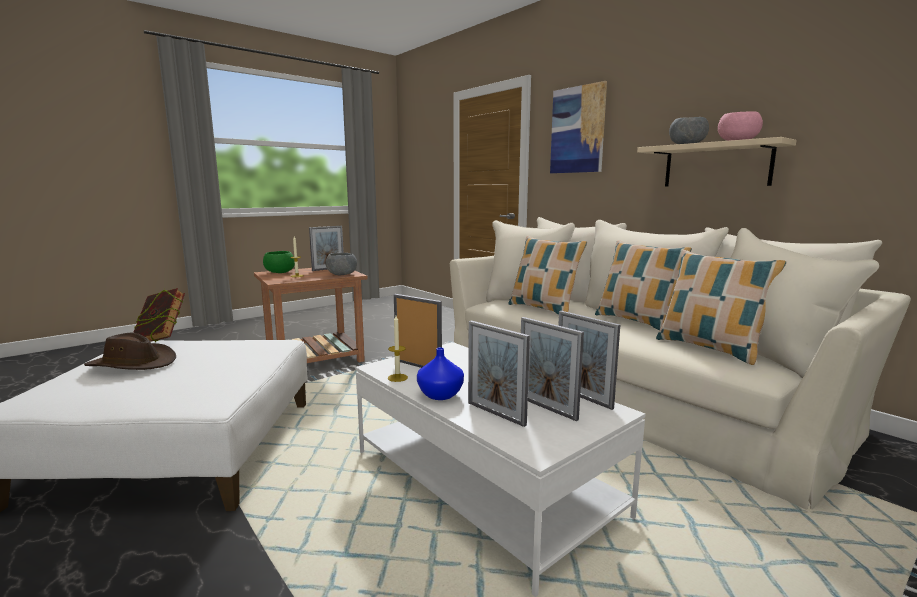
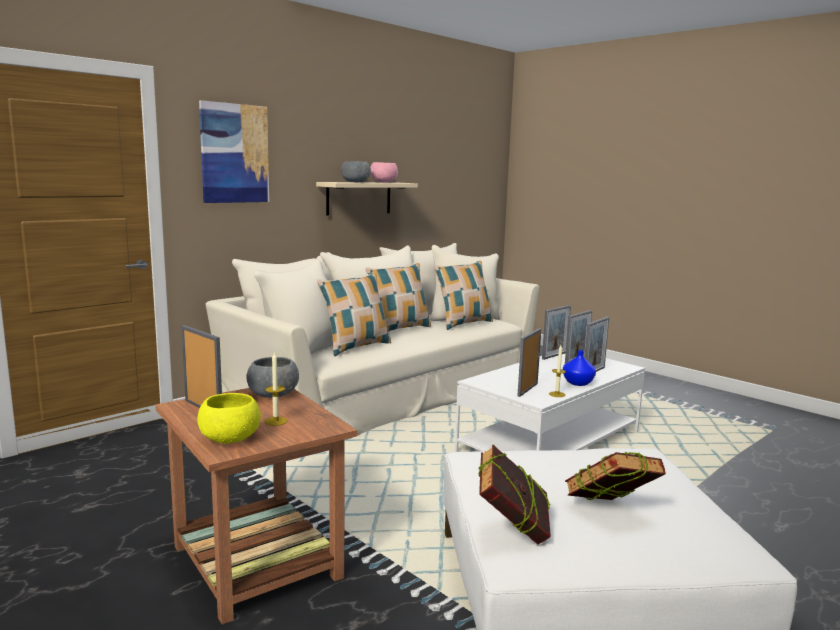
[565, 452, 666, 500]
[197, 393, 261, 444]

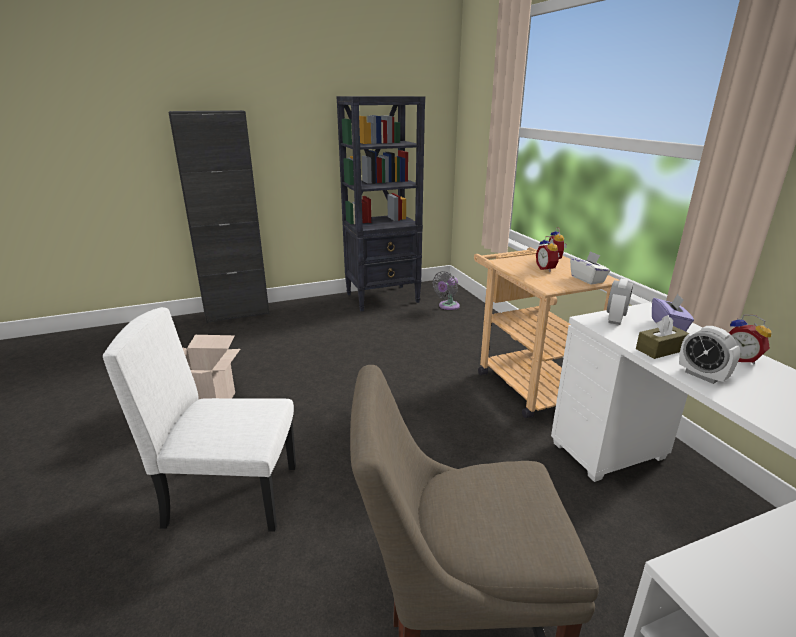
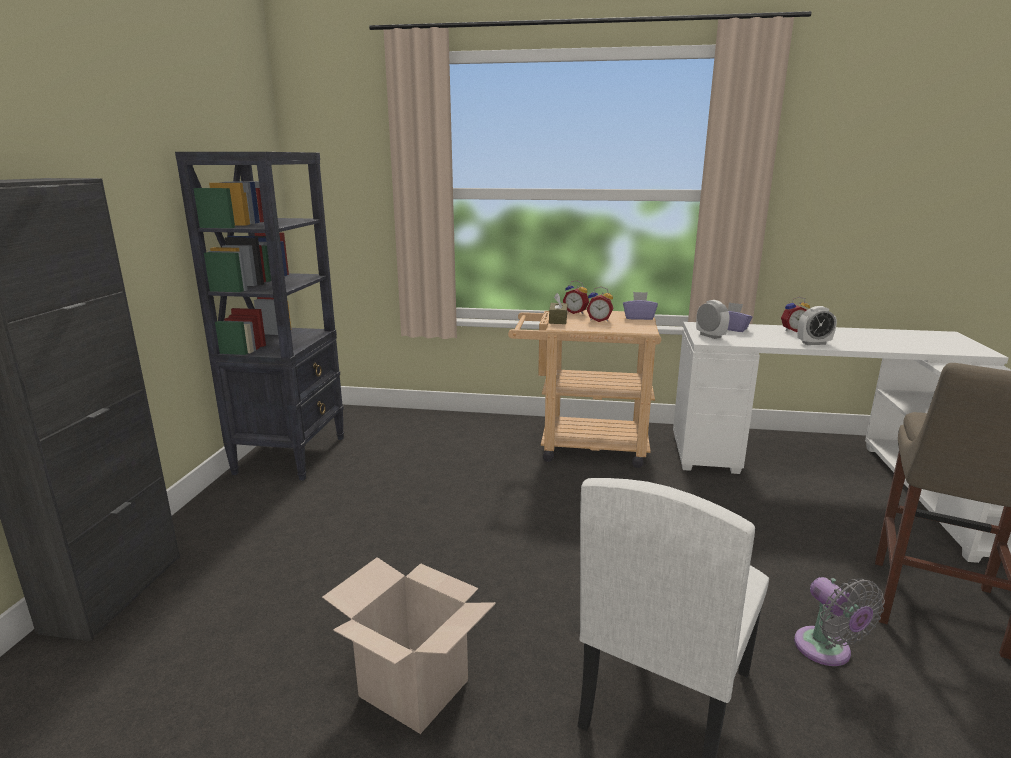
[794, 577, 885, 666]
[549, 293, 567, 324]
[623, 292, 658, 320]

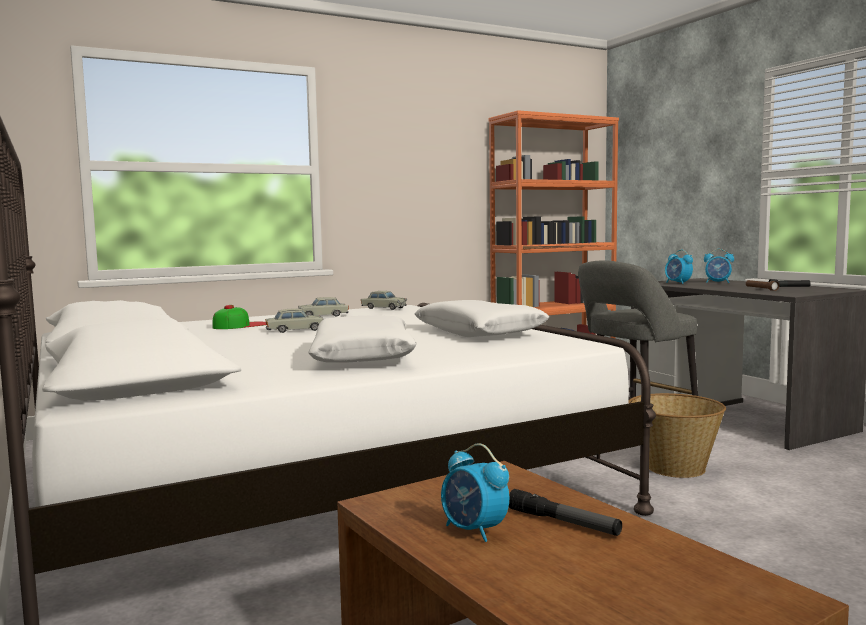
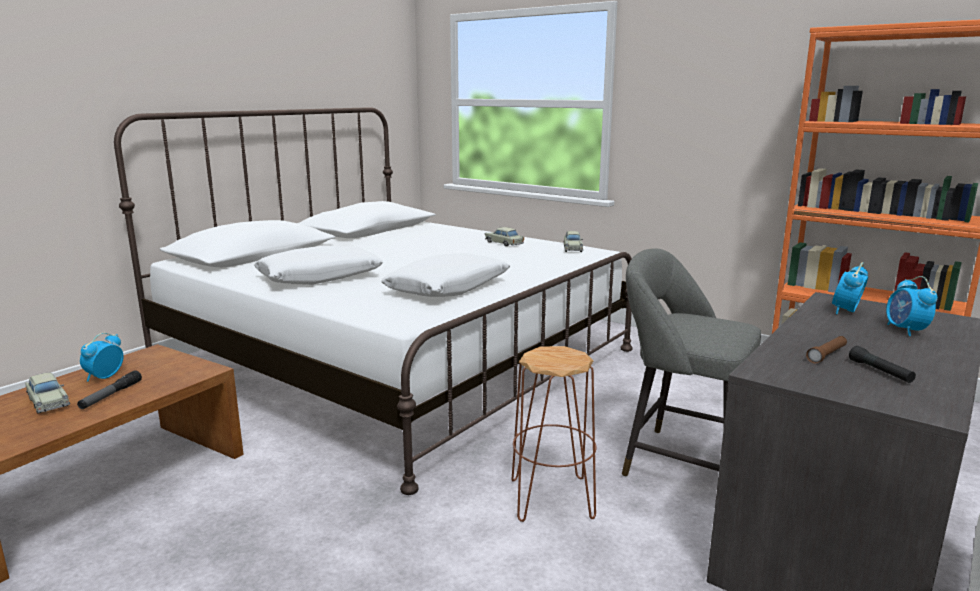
[212, 305, 267, 329] (first image)
[25, 372, 70, 413]
[511, 346, 597, 522]

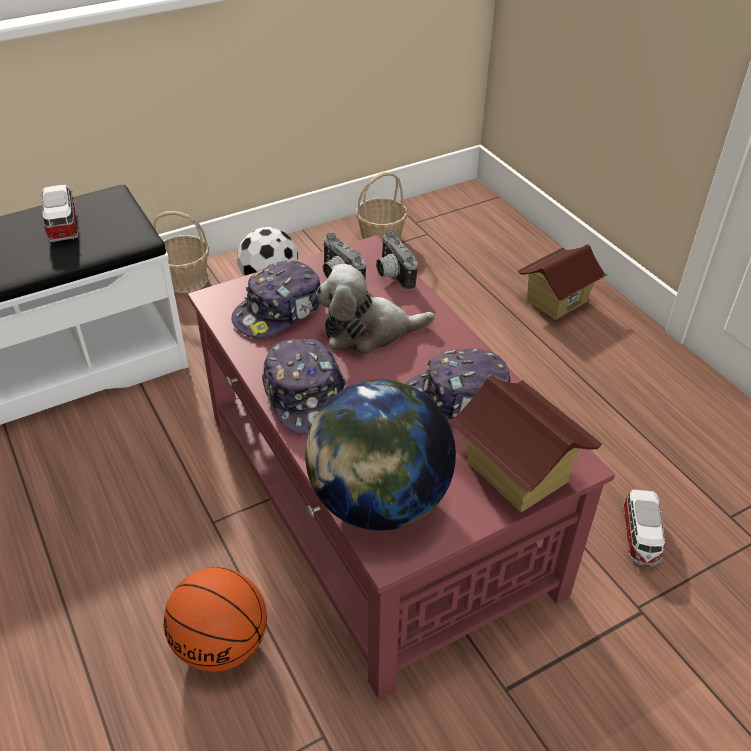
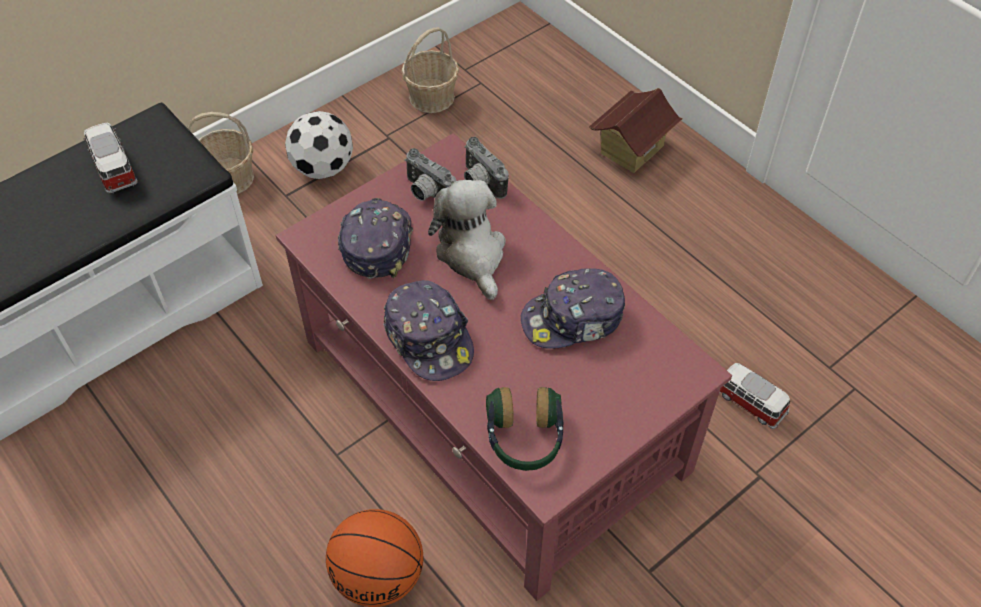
[448, 375, 602, 512] (first image)
[486, 387, 563, 471]
[338, 198, 413, 279]
[428, 180, 505, 300]
[719, 363, 790, 429]

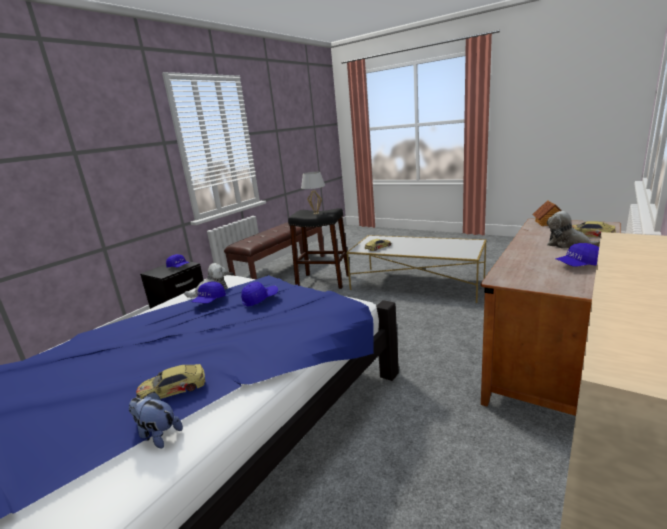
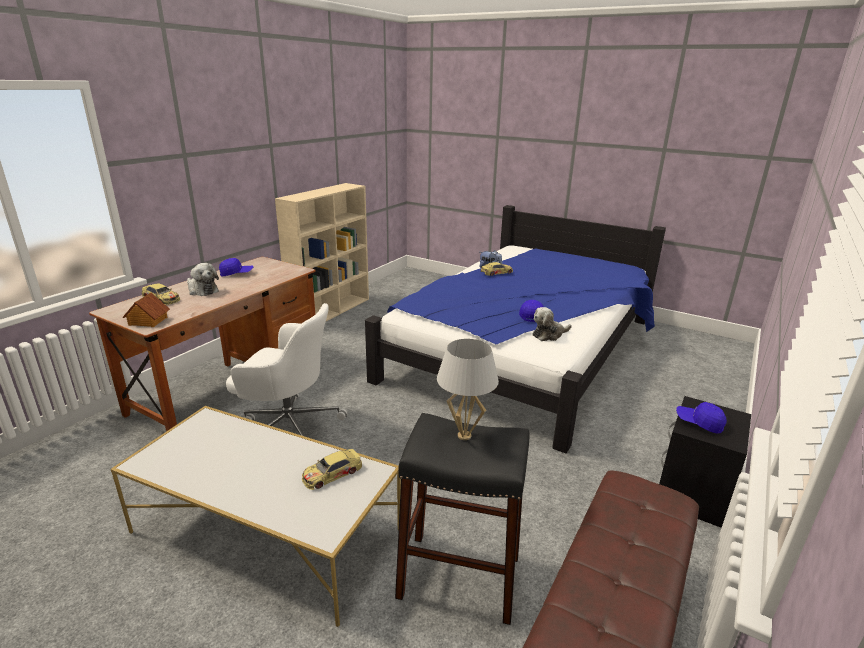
[241, 282, 278, 307] (first image)
[226, 303, 347, 436]

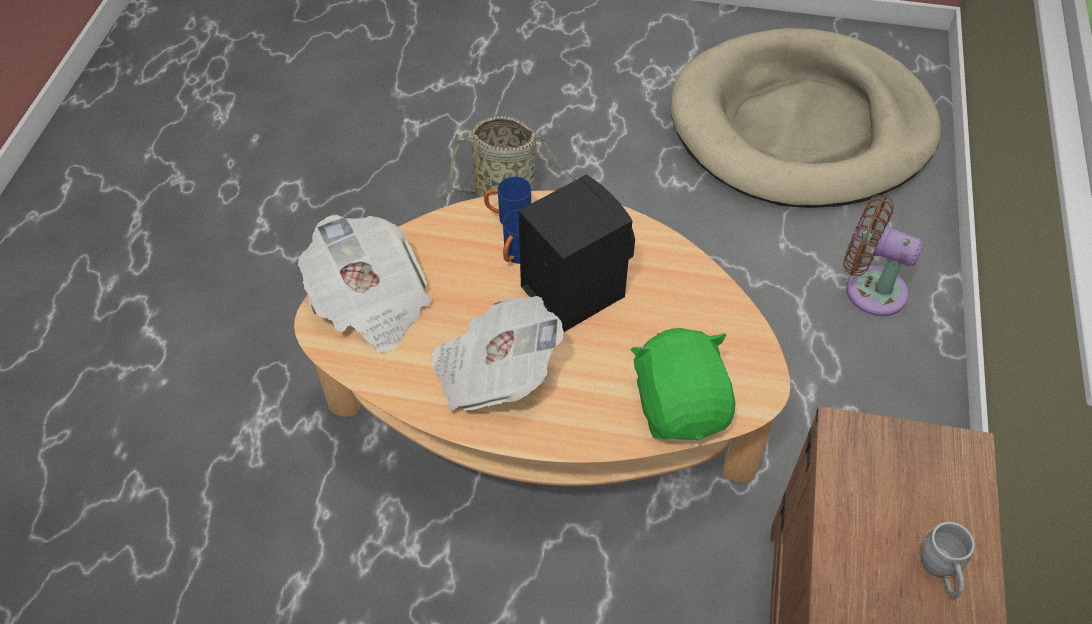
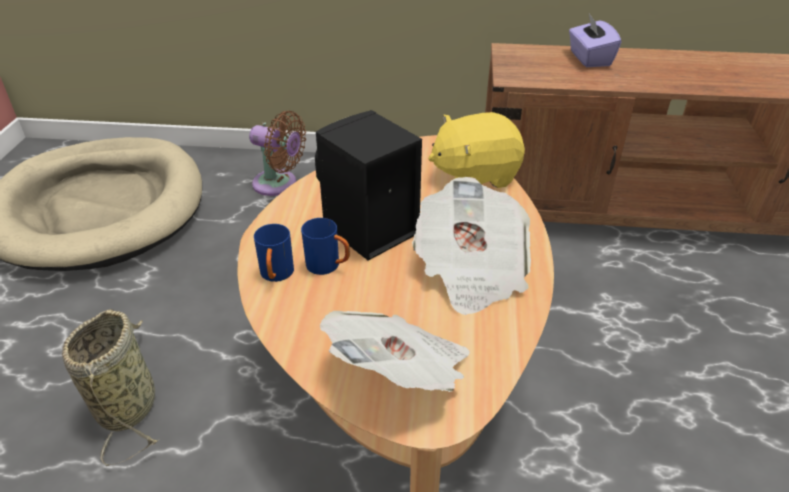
[569, 14, 621, 67]
[428, 112, 525, 188]
[249, 111, 306, 196]

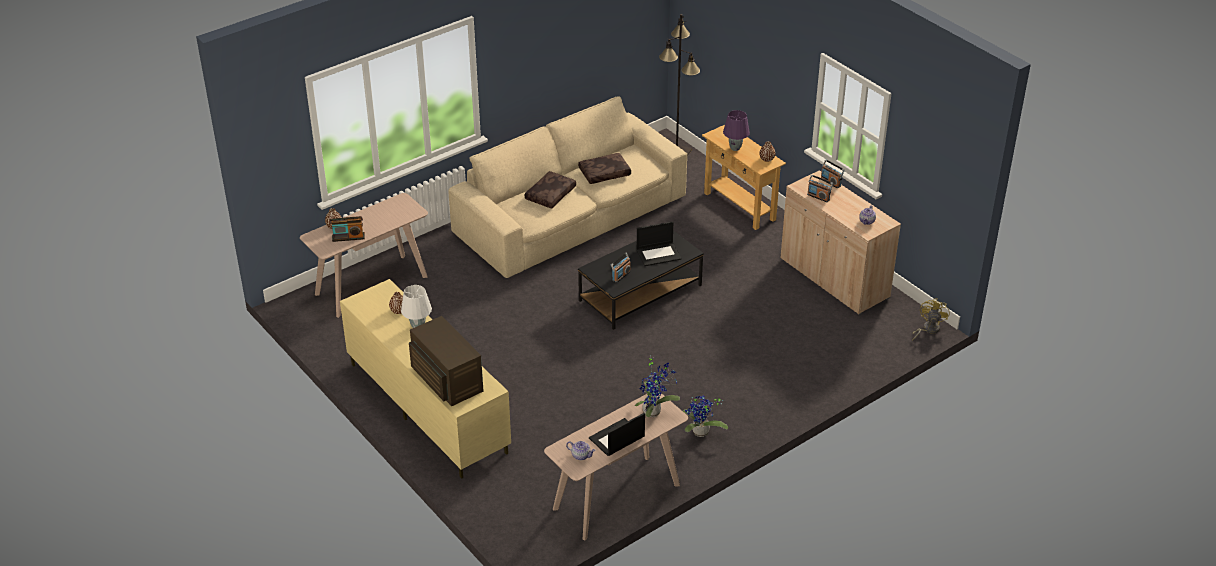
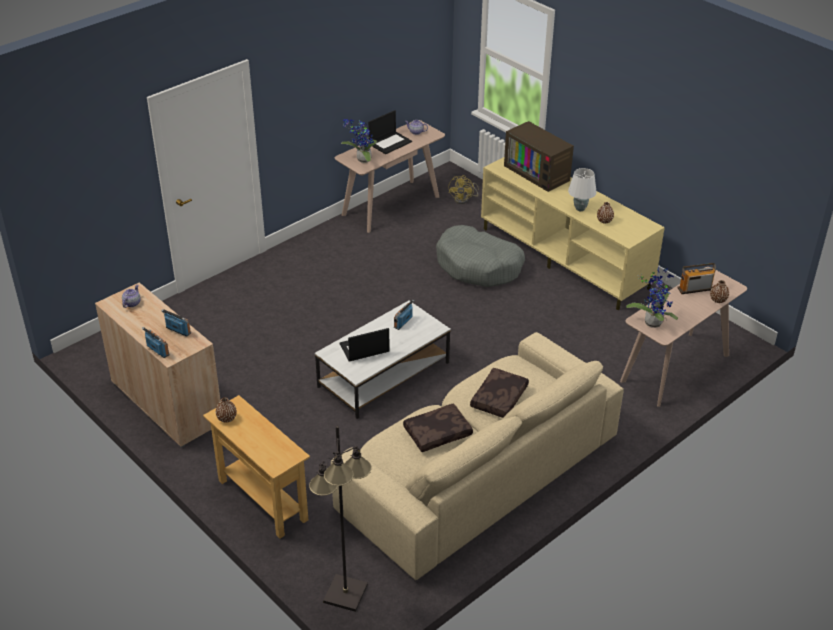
[723, 110, 750, 151] (first image)
[436, 225, 525, 287]
[626, 266, 678, 328]
[448, 175, 479, 204]
[315, 301, 451, 419]

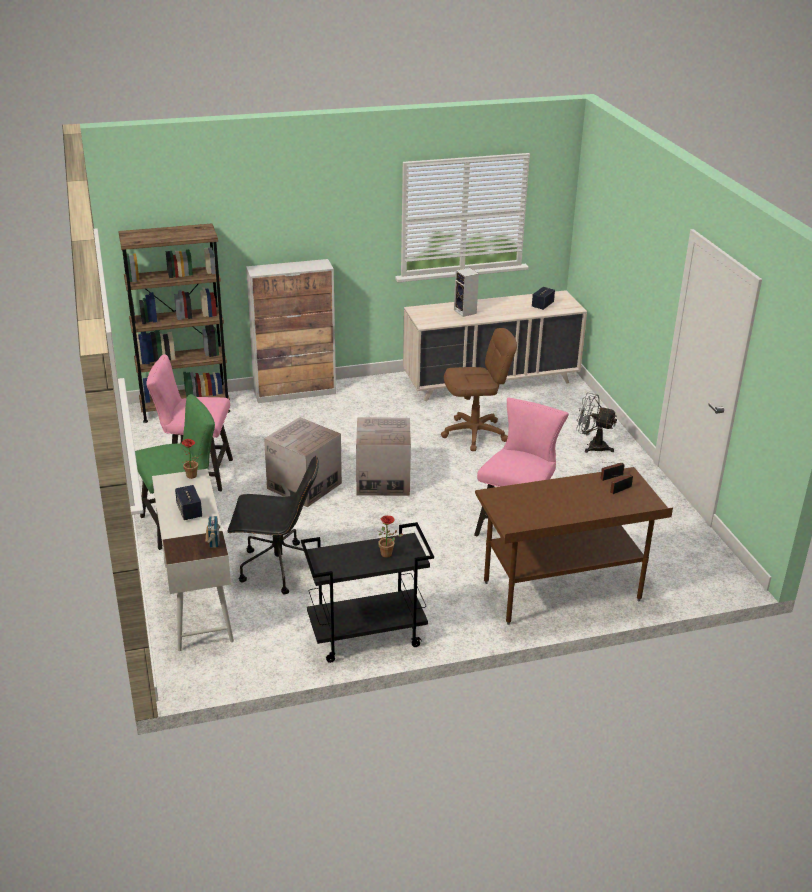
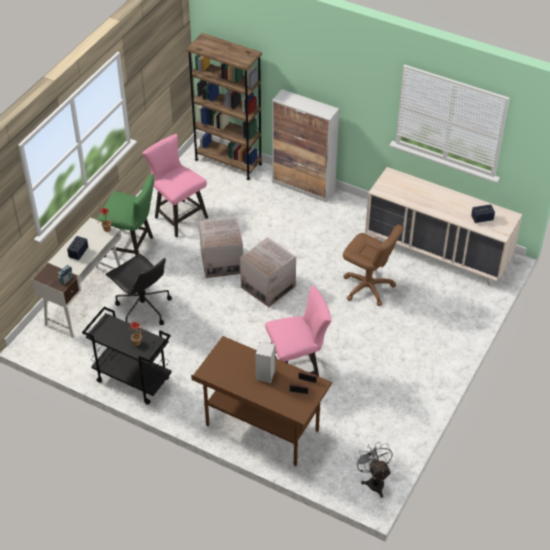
[255, 341, 276, 383]
[354, 442, 393, 498]

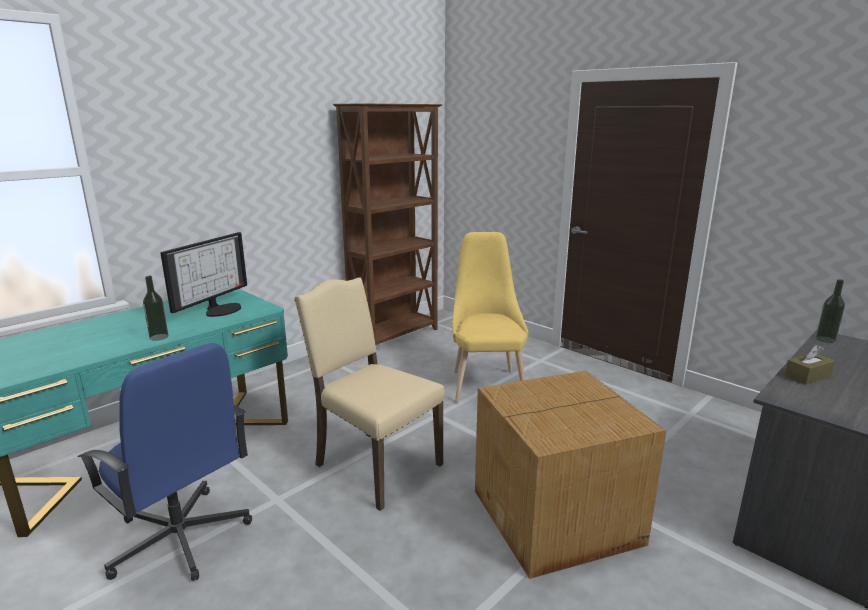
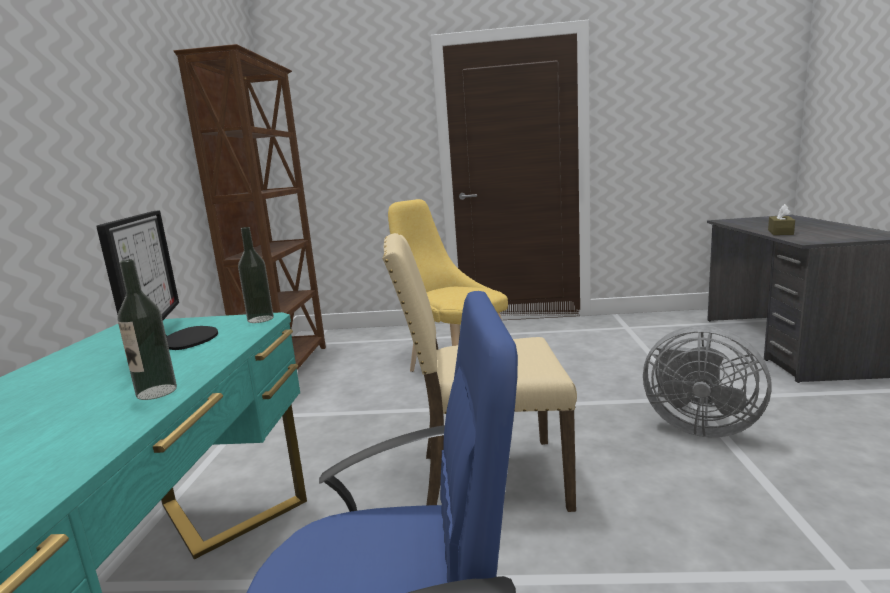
[238, 227, 274, 323]
[643, 326, 772, 438]

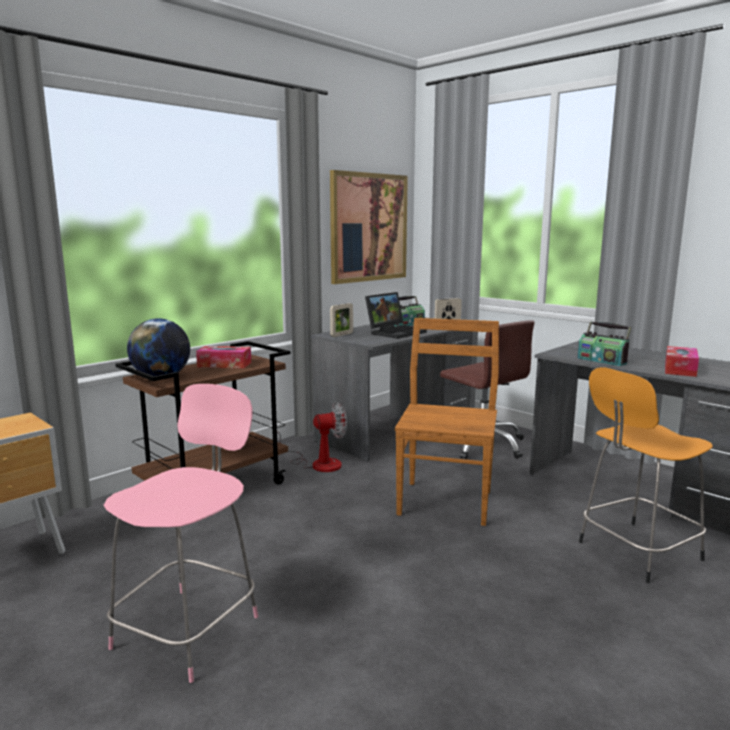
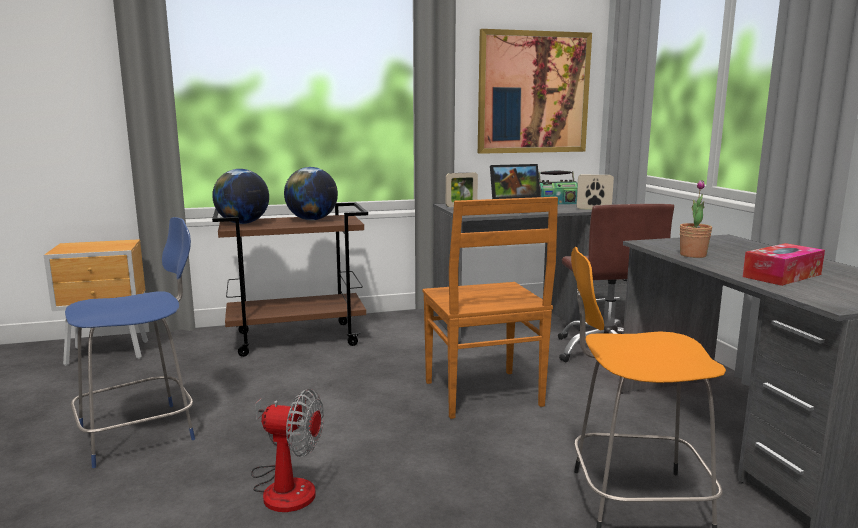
[251, 389, 324, 512]
[284, 167, 338, 220]
[680, 180, 712, 258]
[65, 217, 195, 468]
[422, 197, 558, 419]

